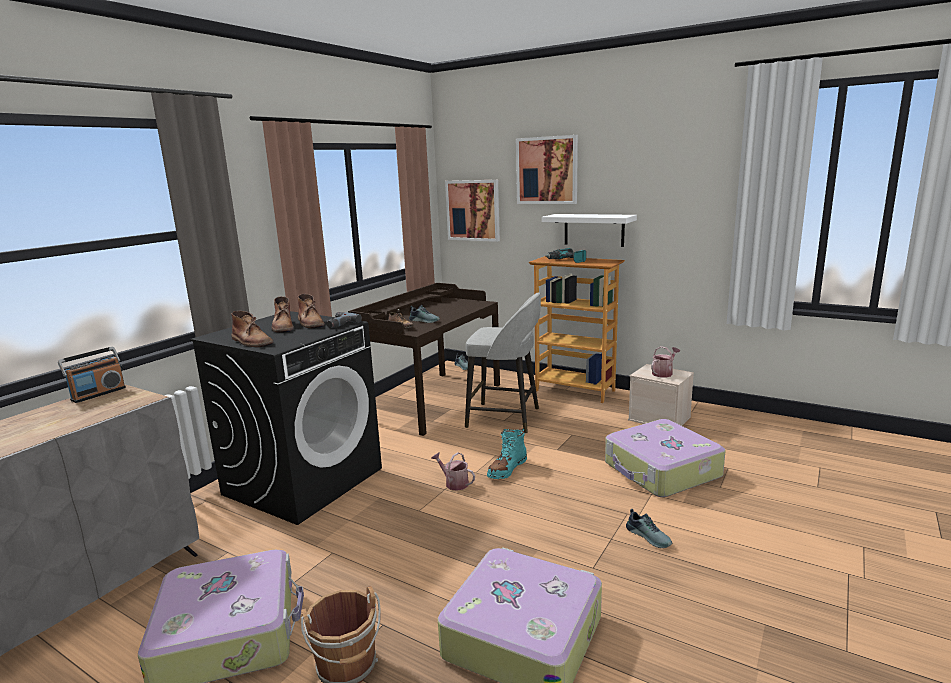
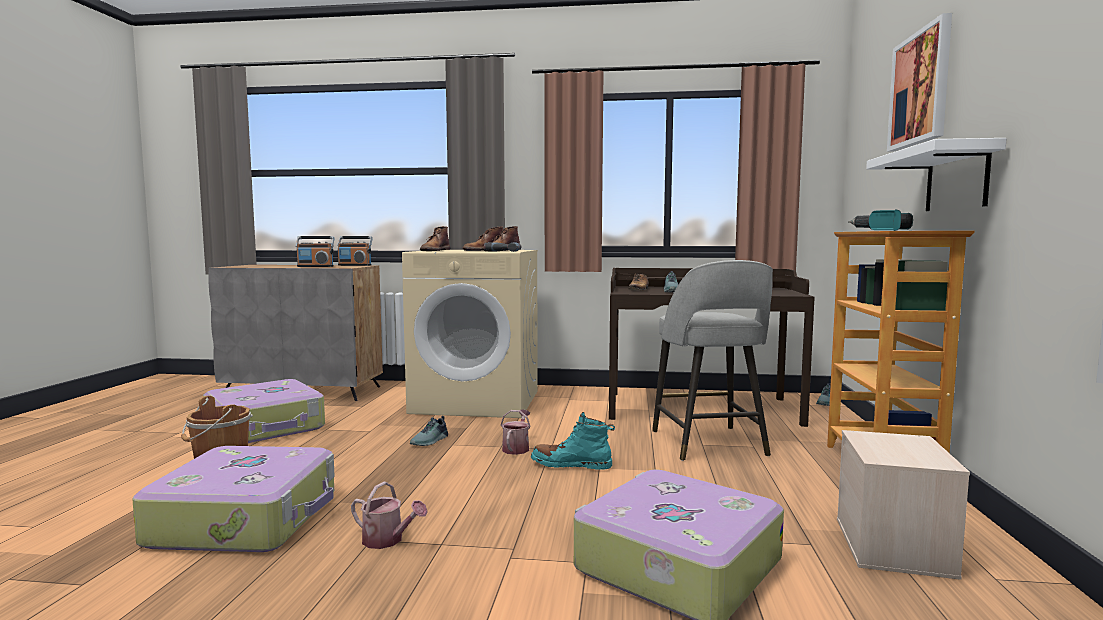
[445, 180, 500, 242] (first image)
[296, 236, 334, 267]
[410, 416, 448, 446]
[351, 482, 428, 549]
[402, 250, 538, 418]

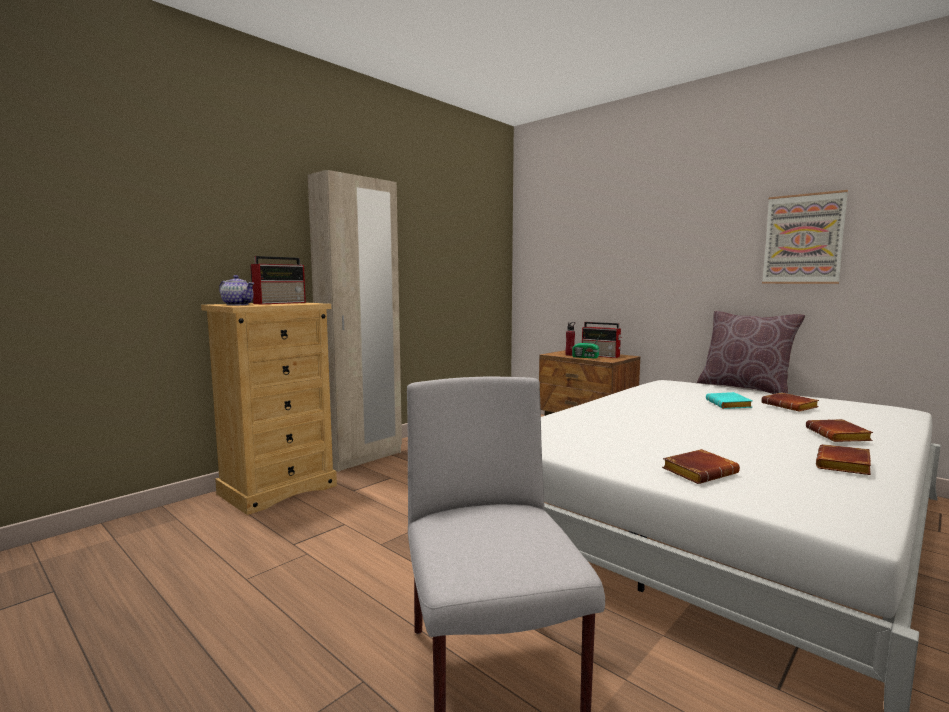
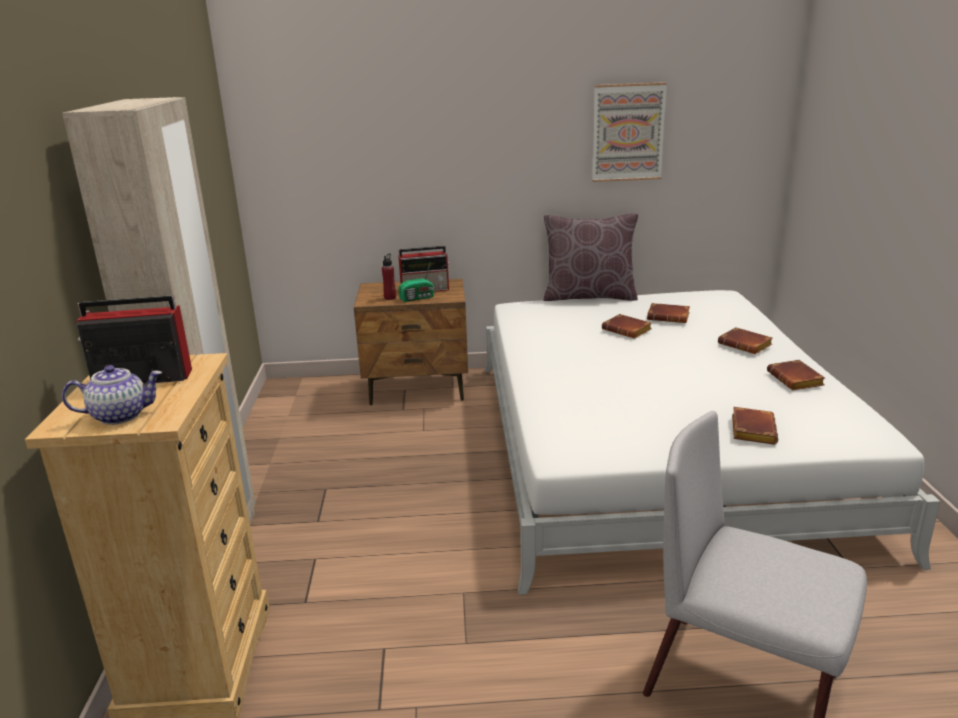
[602, 314, 652, 339]
[76, 295, 192, 384]

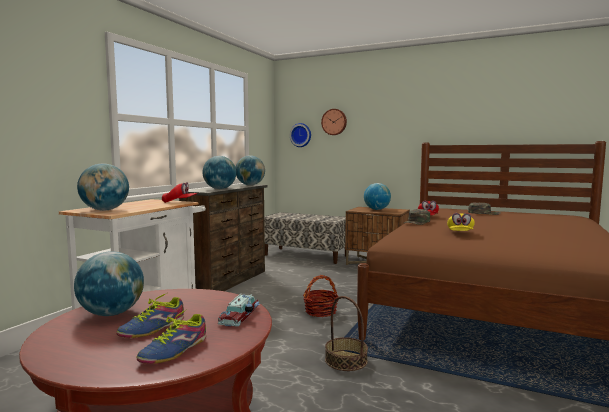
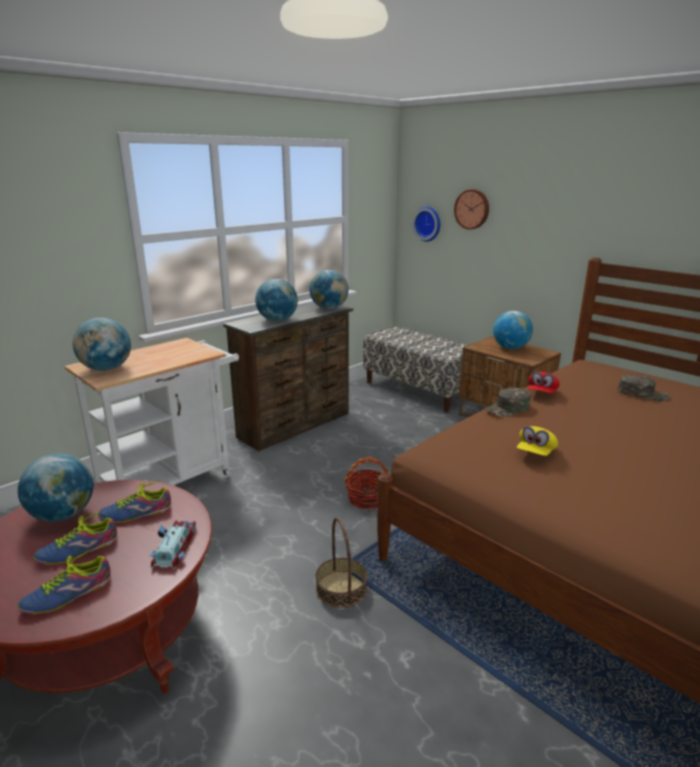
[162, 182, 197, 203] (first image)
[98, 481, 171, 523]
[150, 520, 197, 569]

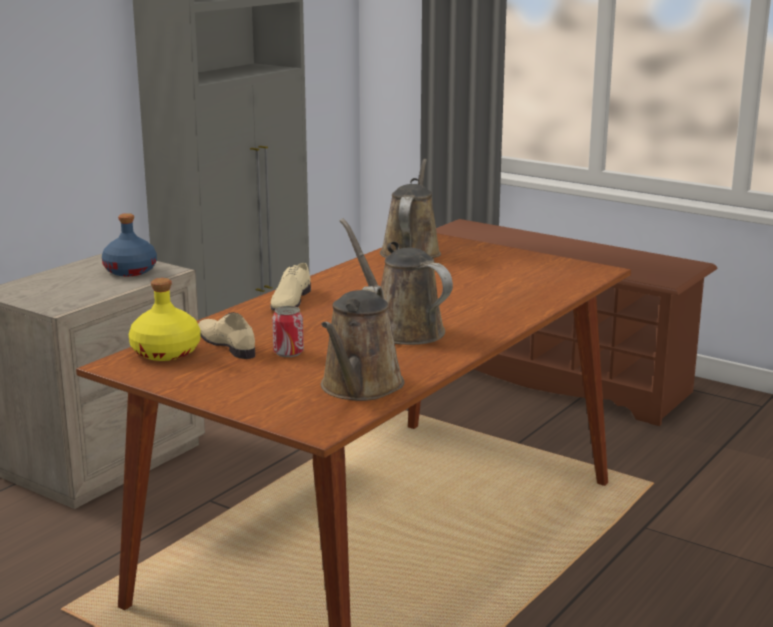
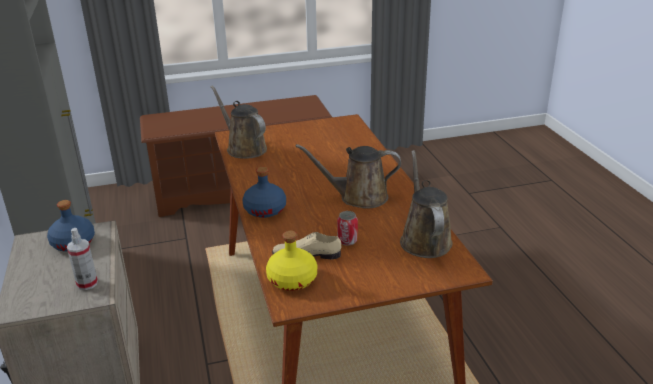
[67, 228, 98, 290]
[242, 167, 286, 218]
[400, 150, 453, 258]

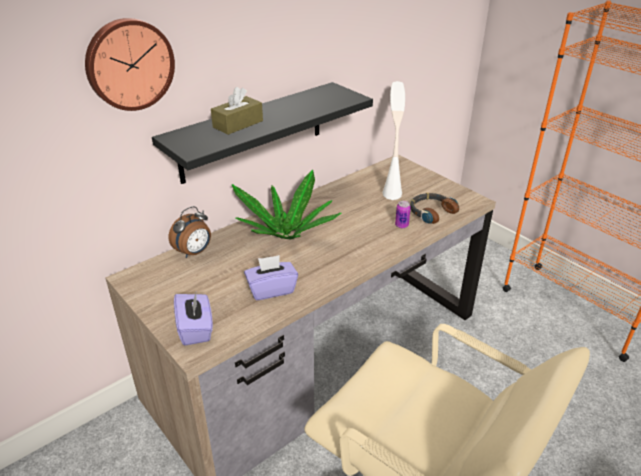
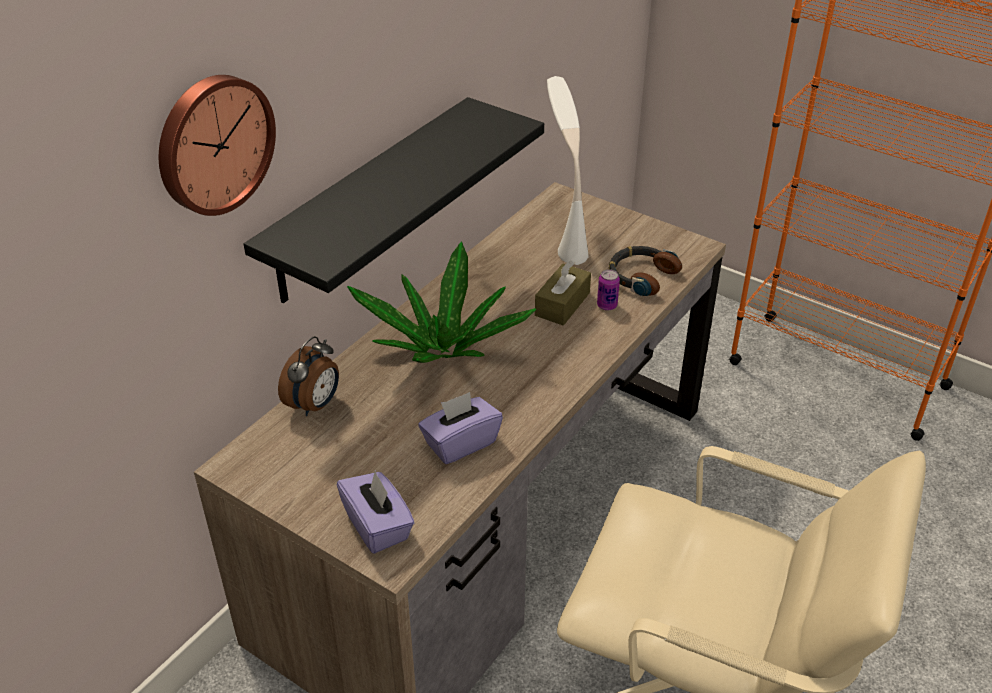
[535, 260, 591, 325]

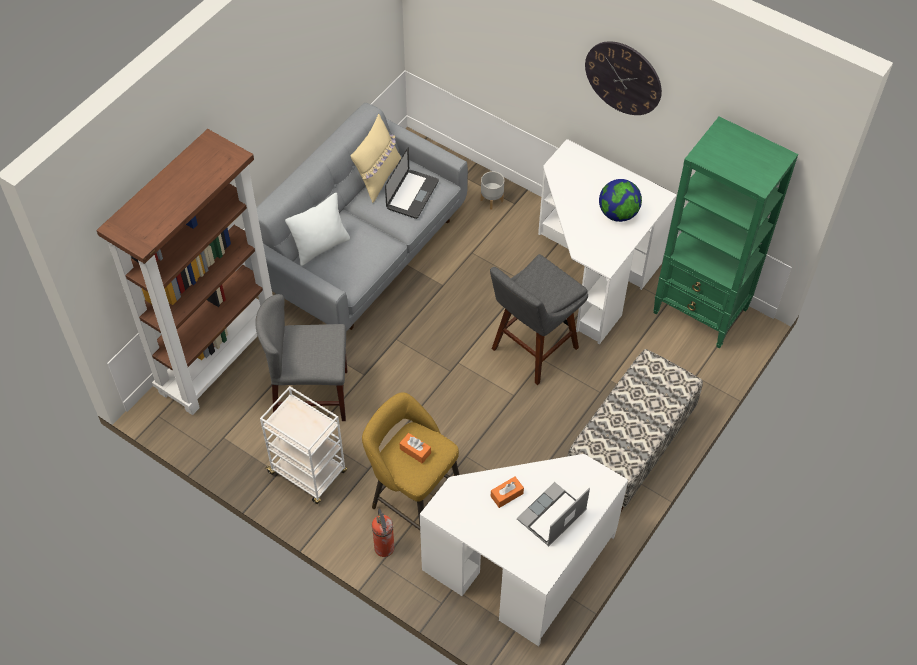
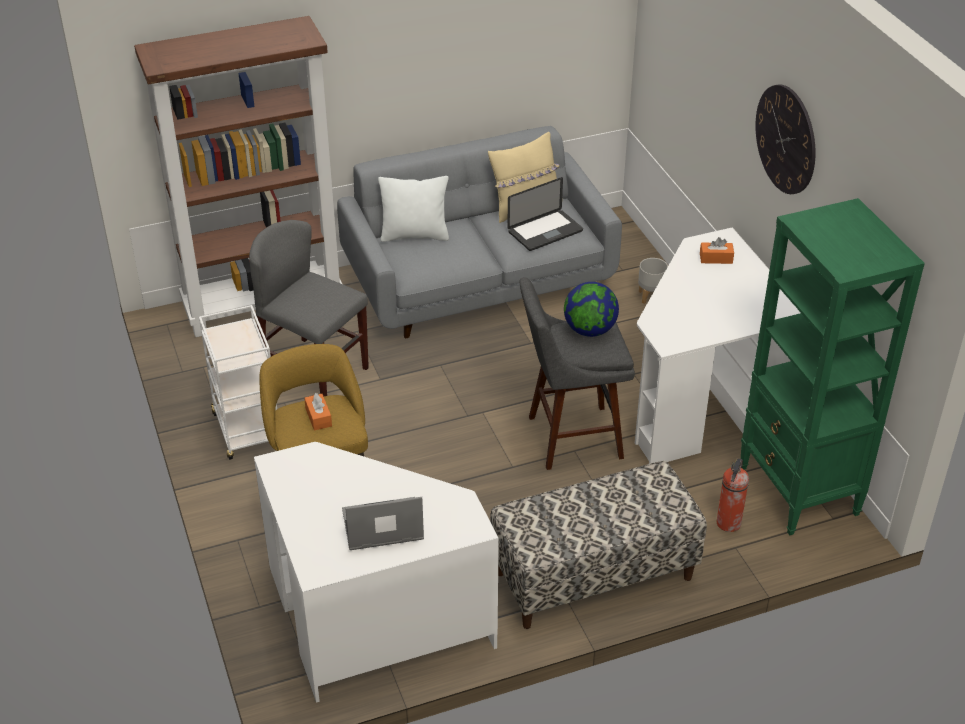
[717, 458, 749, 532]
[700, 237, 734, 264]
[564, 282, 619, 337]

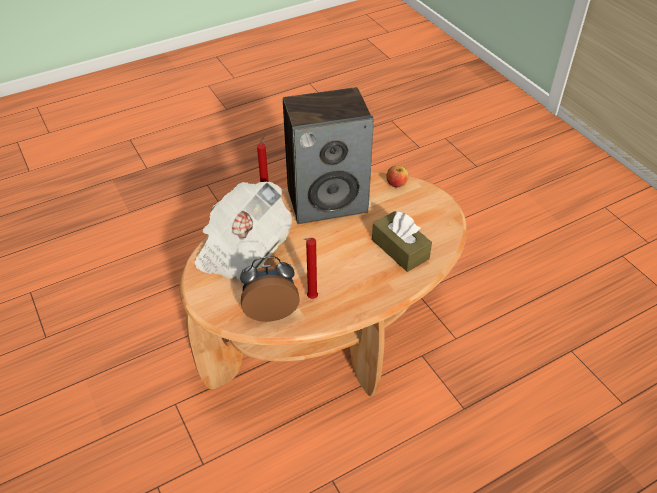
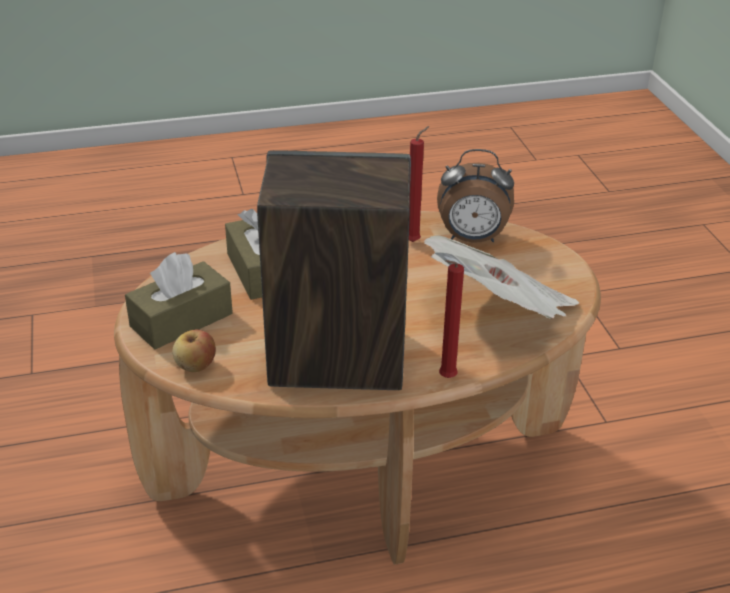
[125, 252, 233, 349]

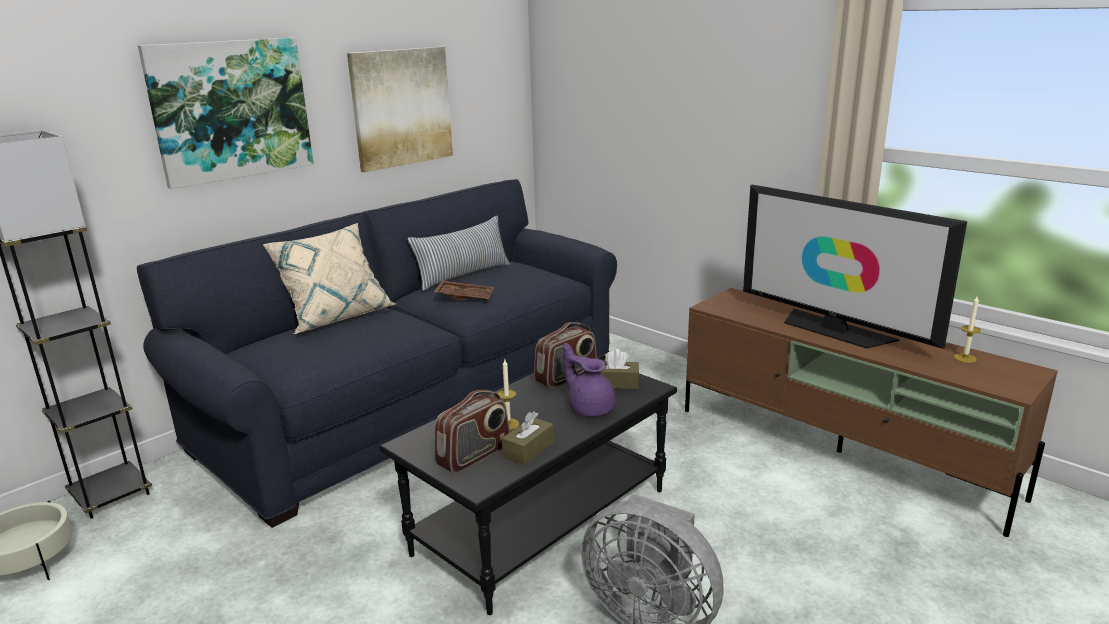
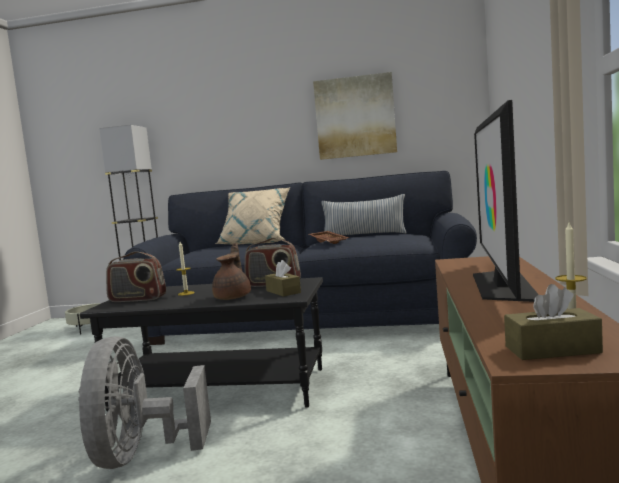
[138, 38, 314, 189] (first image)
[504, 284, 603, 360]
[212, 243, 251, 300]

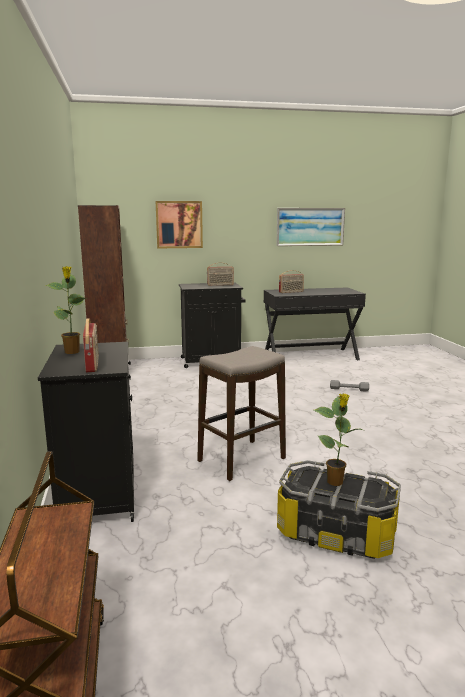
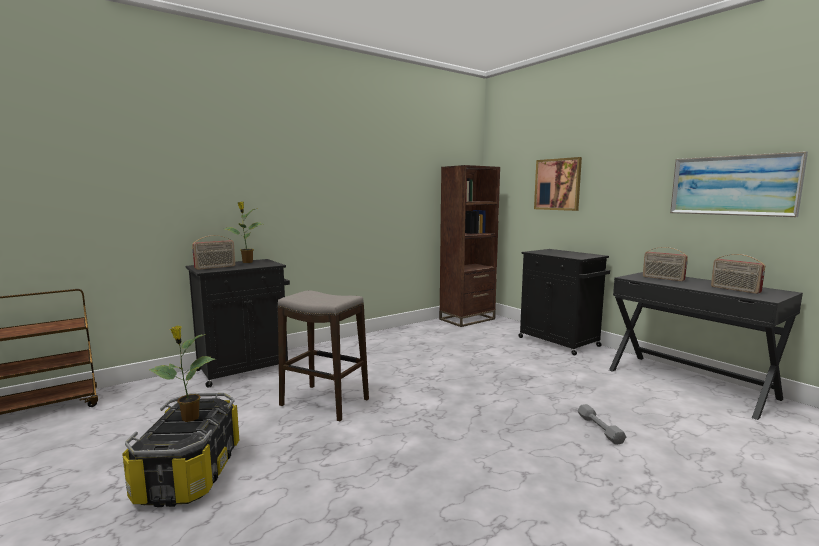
[711, 254, 765, 294]

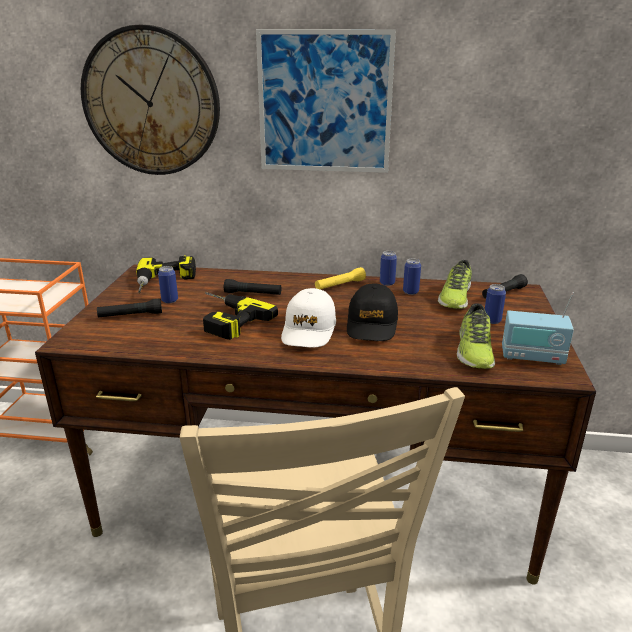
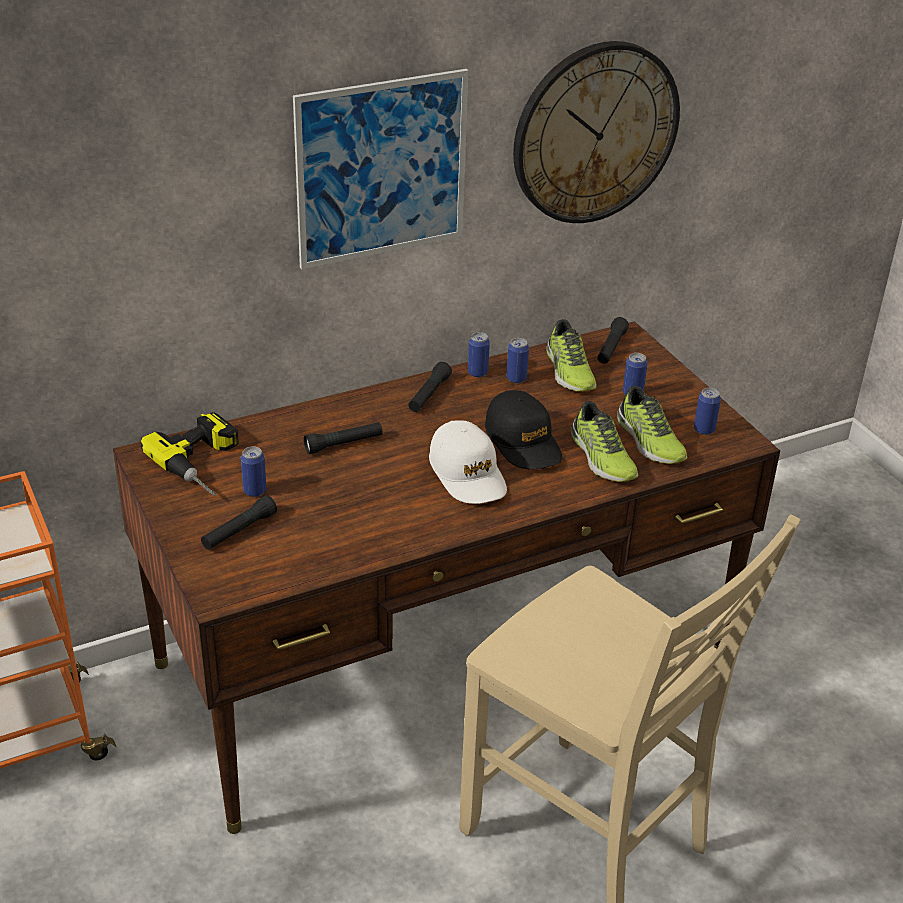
[203, 292, 278, 340] (first image)
[571, 401, 638, 482]
[513, 41, 680, 223]
[694, 388, 721, 435]
[408, 362, 452, 412]

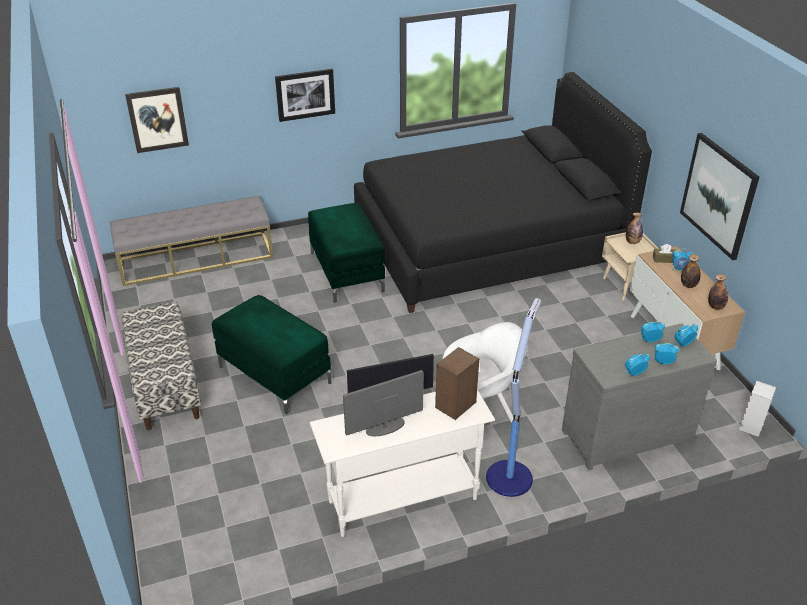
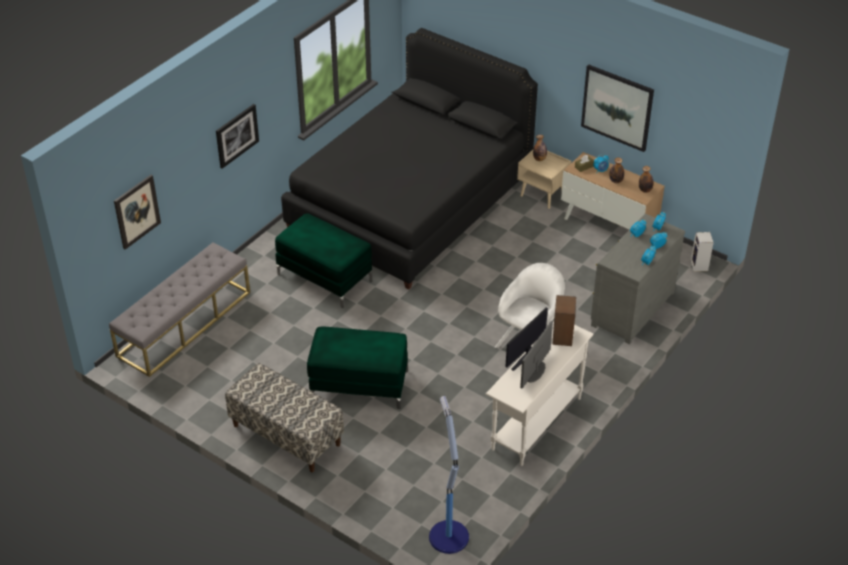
[429, 396, 469, 554]

